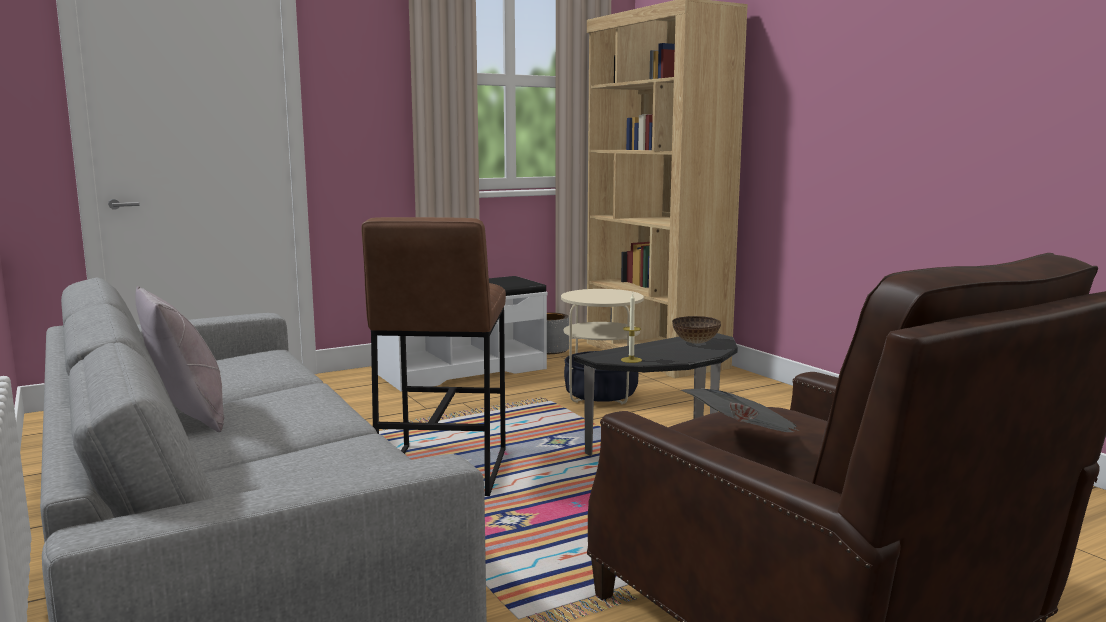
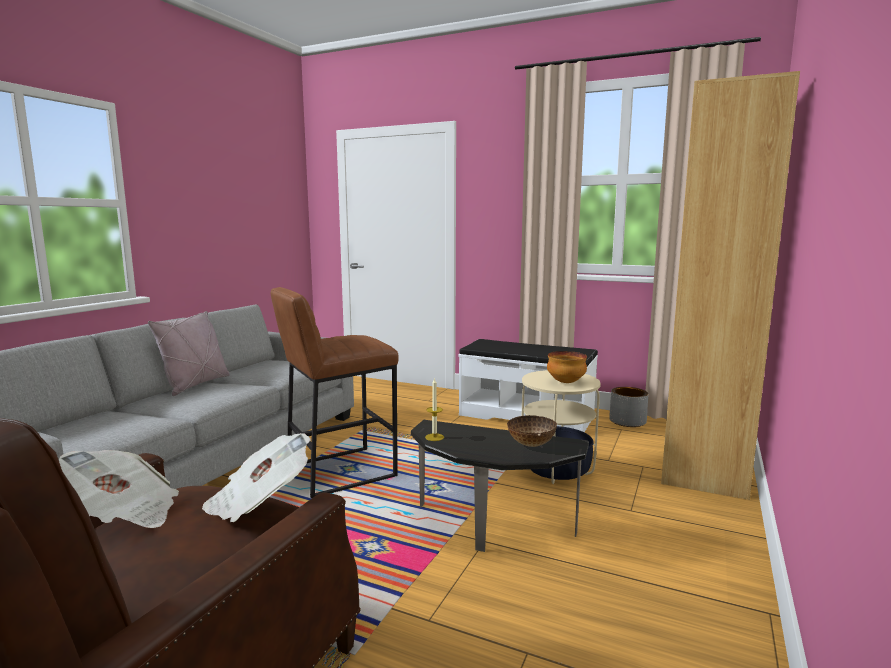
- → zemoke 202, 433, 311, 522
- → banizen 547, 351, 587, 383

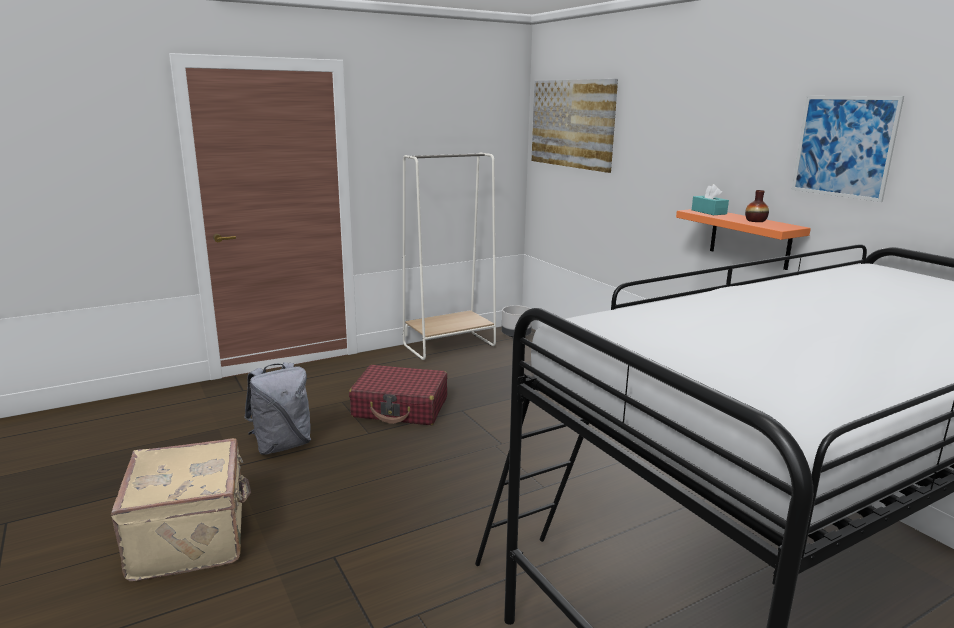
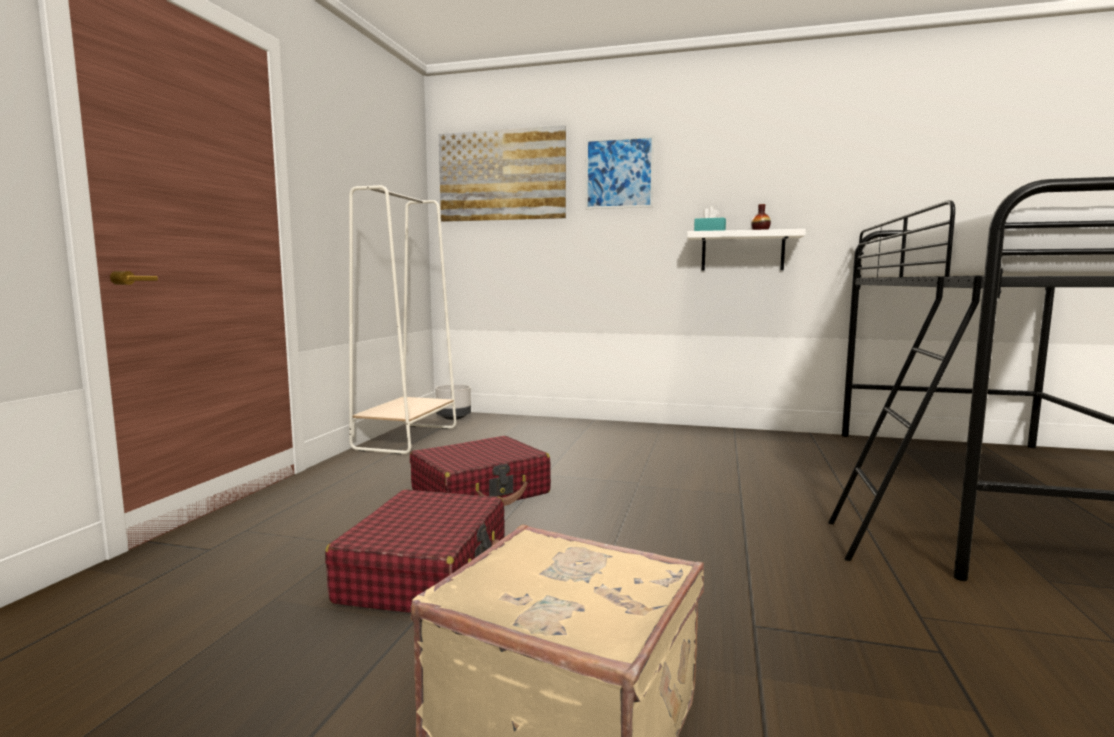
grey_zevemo 244, 362, 311, 455 → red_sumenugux 325, 489, 505, 613
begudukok 792, 96, 904, 202 → begudukok 585, 135, 654, 209, relocated
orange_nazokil 676, 209, 811, 270 → white_nazokil 687, 229, 806, 270

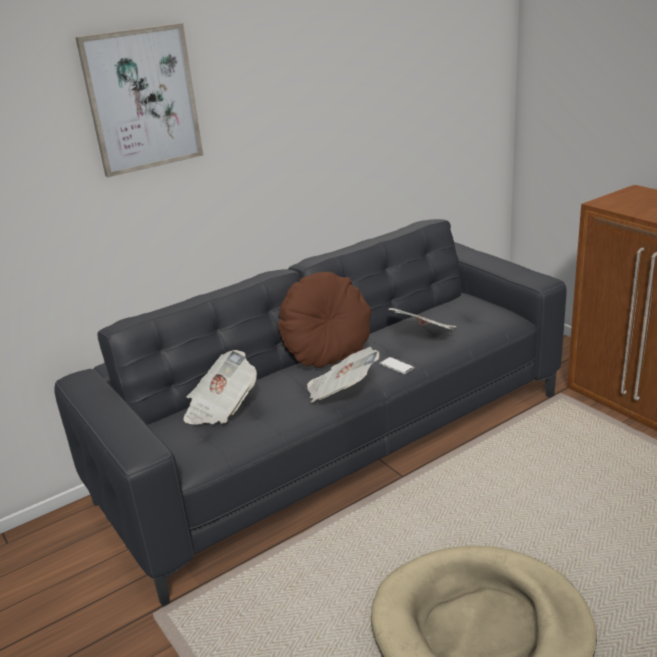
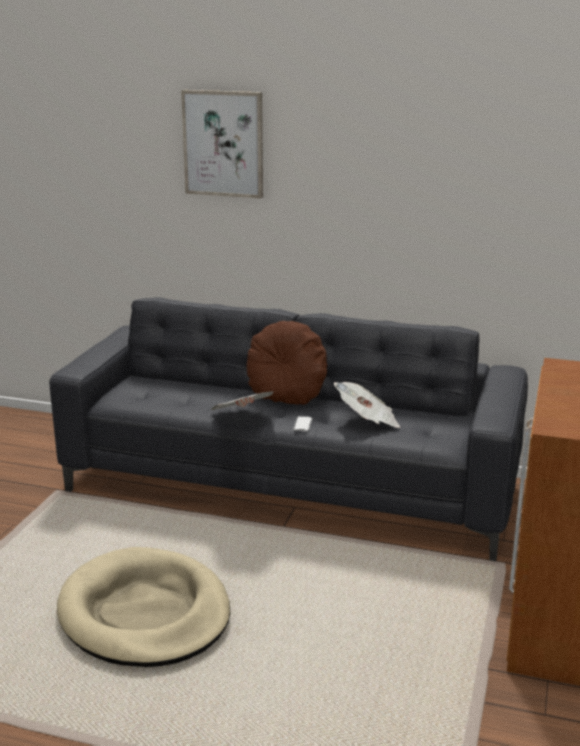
zemoke 183, 350, 257, 425 → -

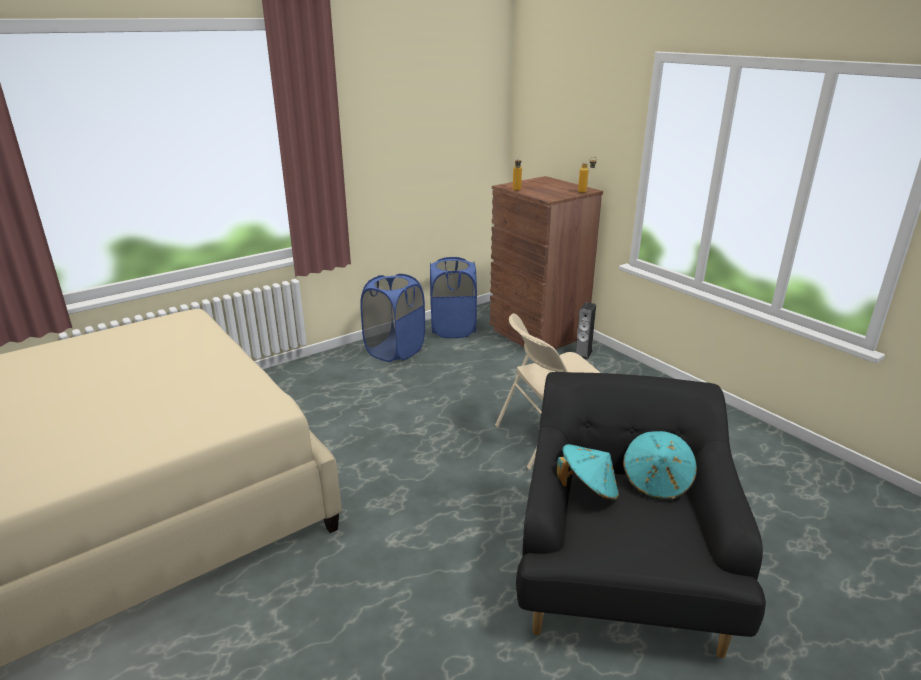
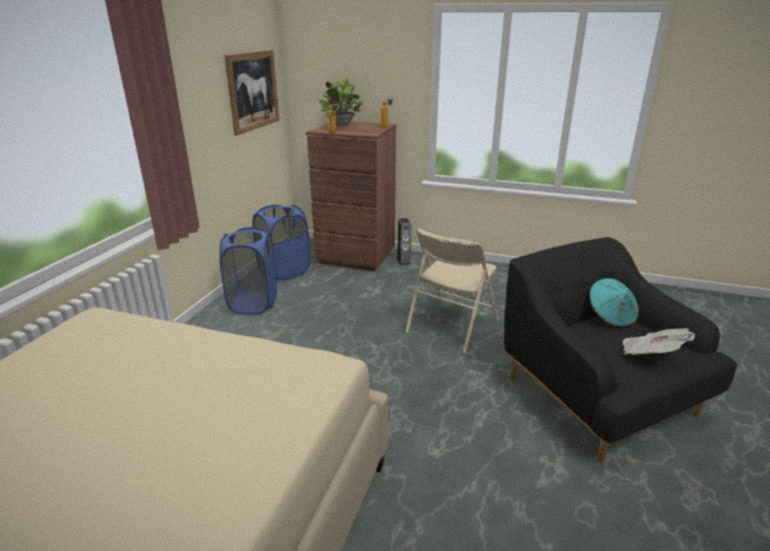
- → begudukok 224, 50, 279, 136
- → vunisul 319, 78, 362, 126
- → zemoke 623, 328, 695, 355
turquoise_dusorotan 556, 444, 619, 501 → -

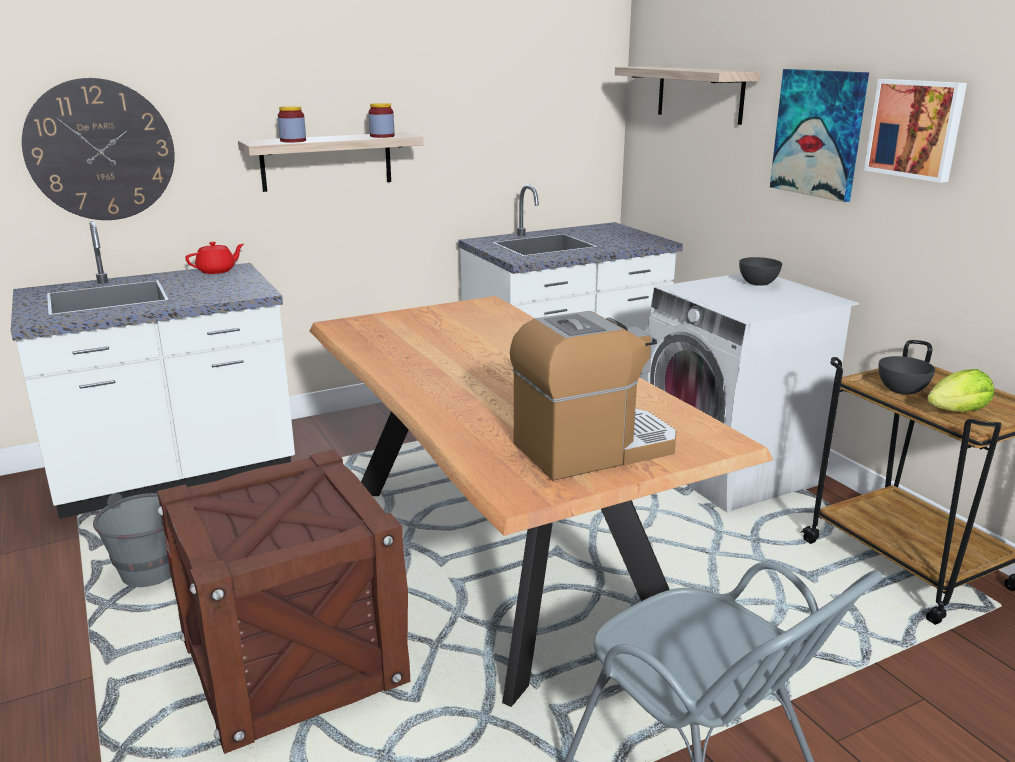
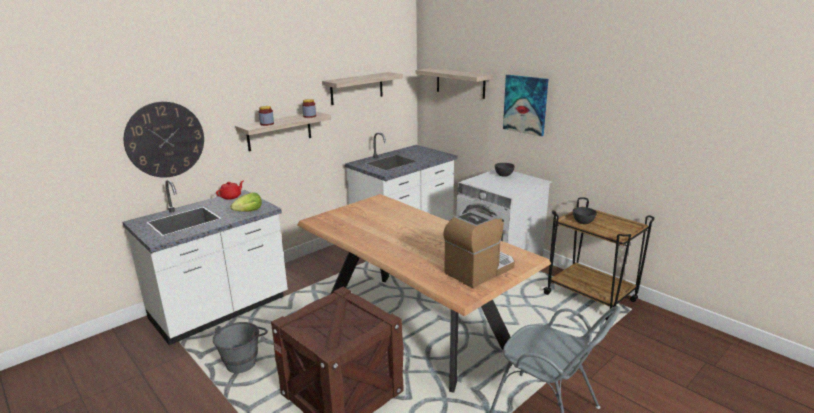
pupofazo 927, 369, 994, 412 → pupofazo 230, 192, 262, 212, relocated
- → nazokil 322, 72, 403, 105
begudukok 864, 79, 967, 183 → -

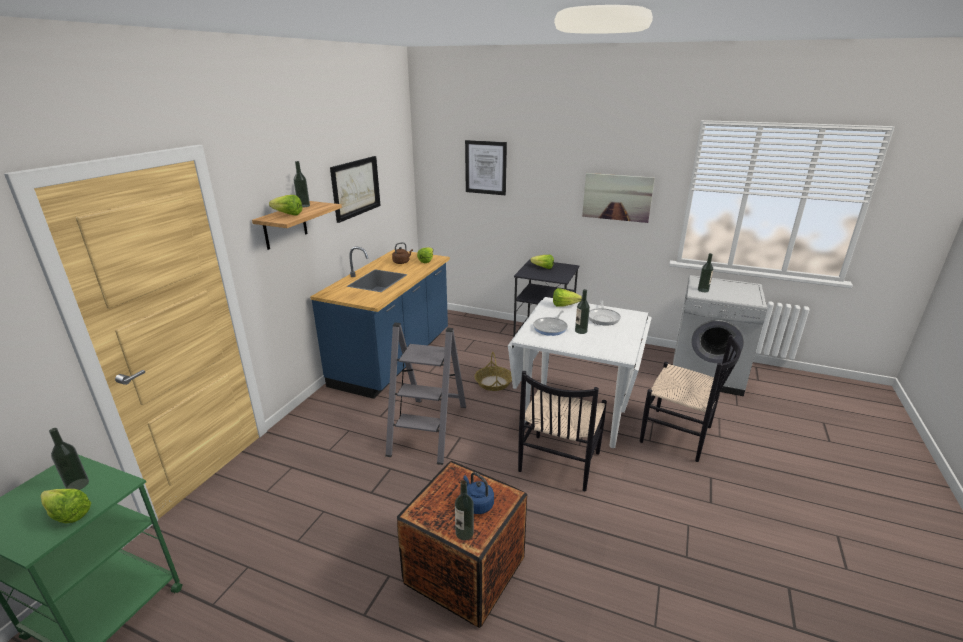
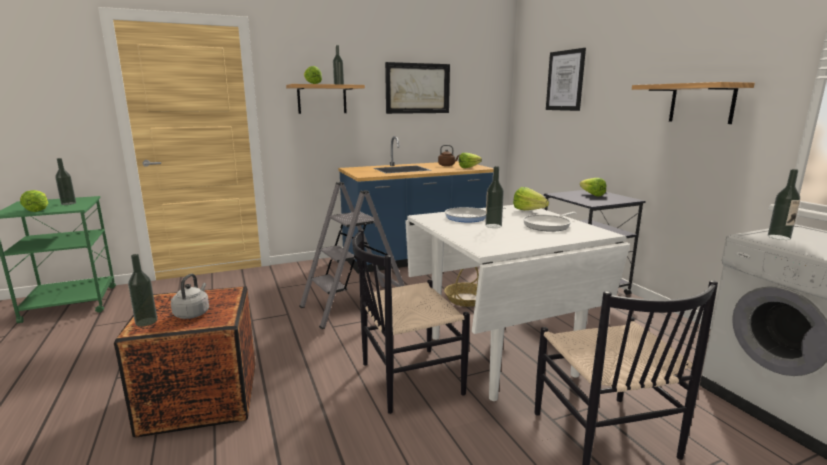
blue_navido 463, 472, 494, 514 → grey_navido 171, 273, 209, 319
begudukok 582, 173, 655, 223 → nazokil 632, 82, 755, 124

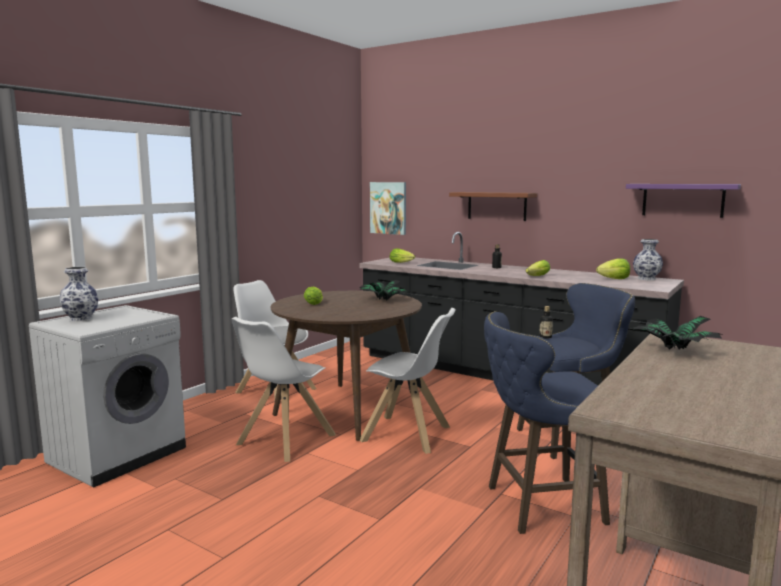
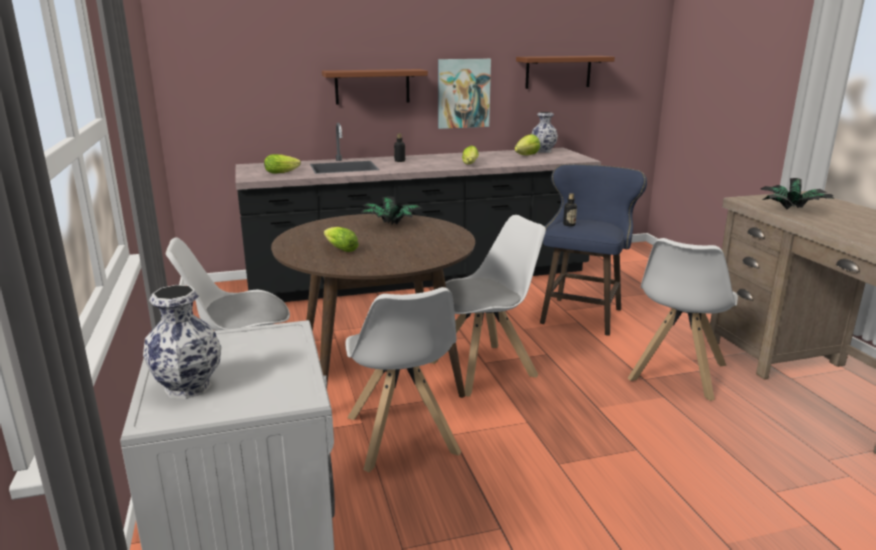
begudukok 370, 182, 406, 235 → begudukok 438, 59, 491, 129, relocated
purple_nazokil 626, 184, 741, 218 → brown_nazokil 516, 56, 615, 89
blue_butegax 484, 311, 610, 534 → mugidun 628, 238, 738, 401

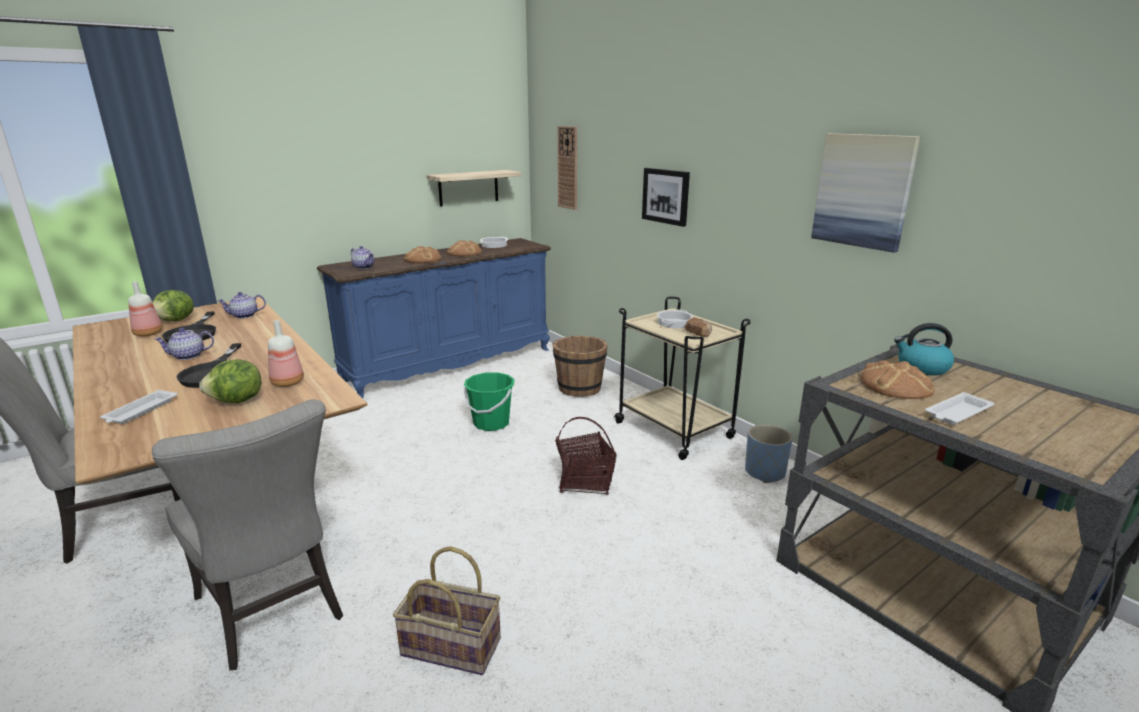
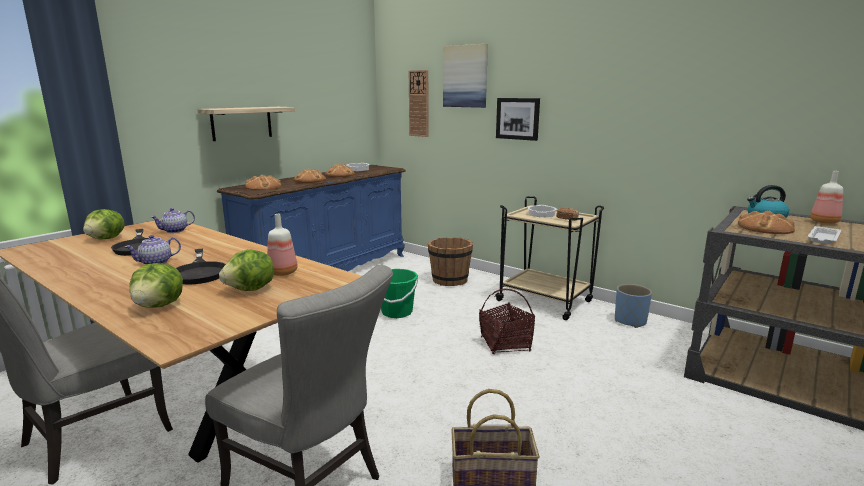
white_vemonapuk 100, 390, 178, 424 → pupofazo 130, 263, 183, 308
nazokil 427, 170, 521, 206 → nazokil 197, 107, 295, 141, relocated
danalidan 351, 246, 374, 269 → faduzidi 245, 175, 282, 190
begudukok 811, 133, 921, 253 → begudukok 443, 44, 488, 108, relocated
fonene 128, 281, 162, 337 → fonene 810, 171, 843, 224, relocated

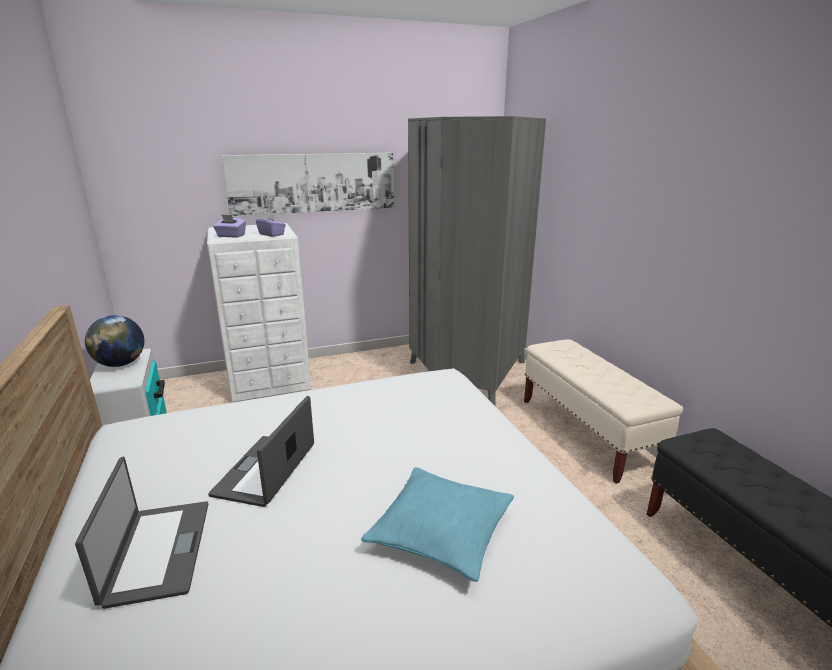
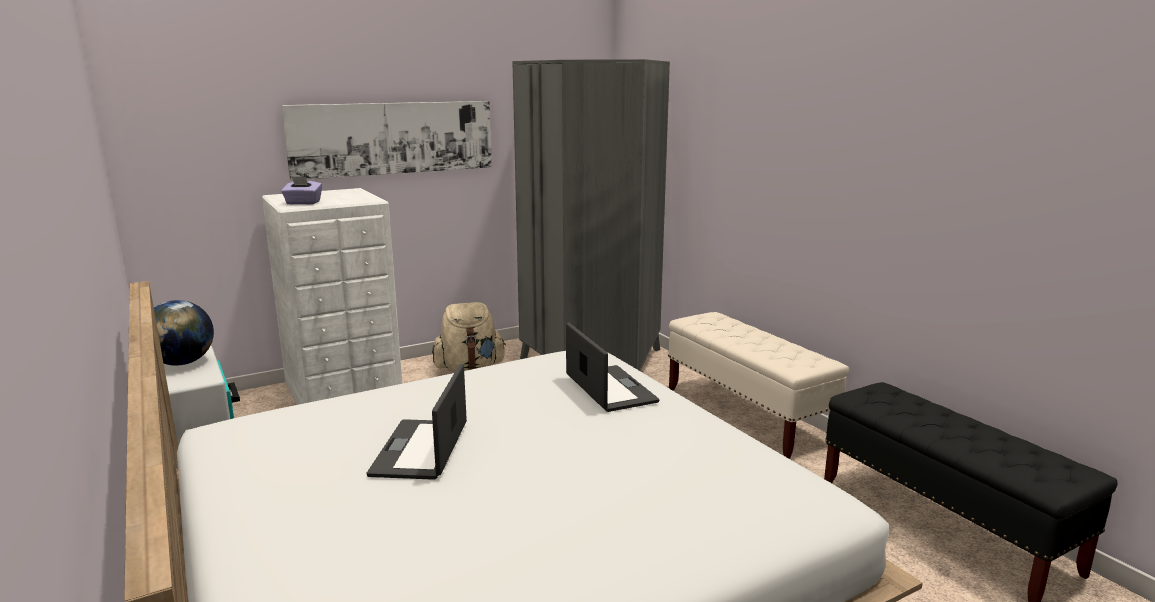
- → beige_zevemo 432, 302, 506, 372
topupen 75, 457, 208, 609 → topupen 566, 323, 659, 412, relocated
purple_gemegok 256, 212, 286, 237 → -
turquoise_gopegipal 361, 467, 514, 582 → -

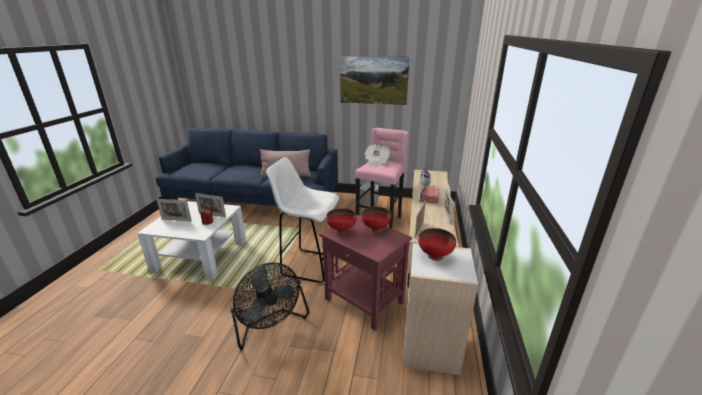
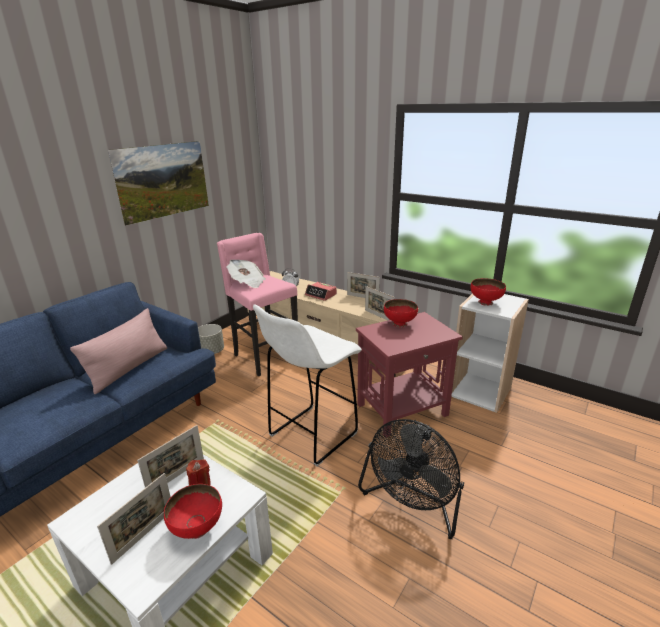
red_banizen 326, 208, 357, 234 → red_banizen 164, 484, 222, 539, relocated
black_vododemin 230, 263, 309, 350 → black_vododemin 358, 419, 464, 539, 135 degrees clockwise

